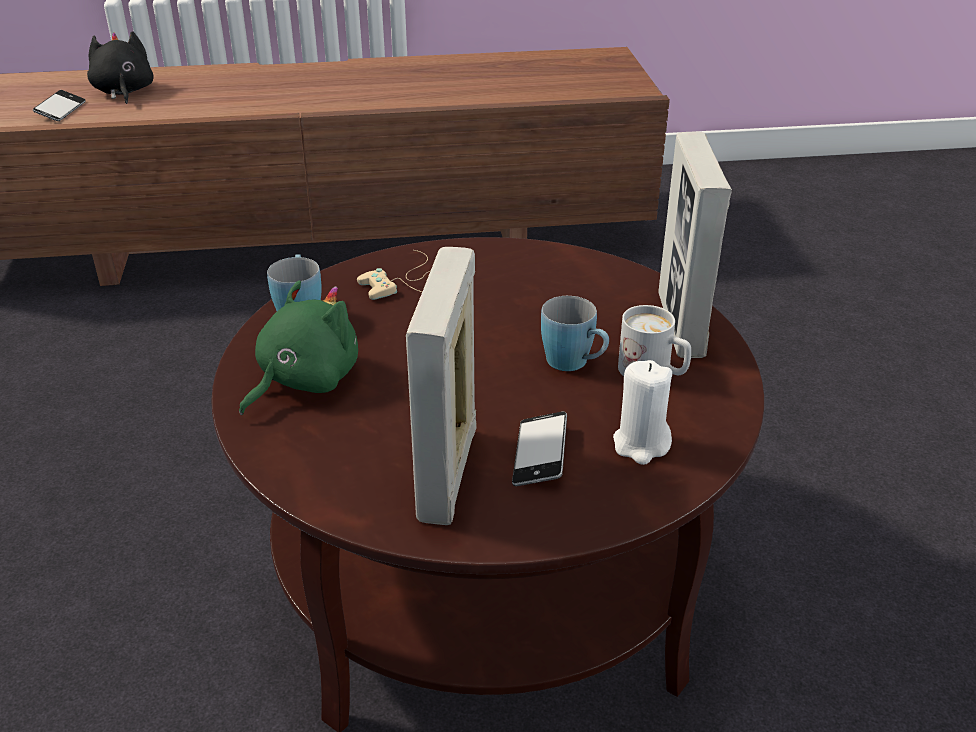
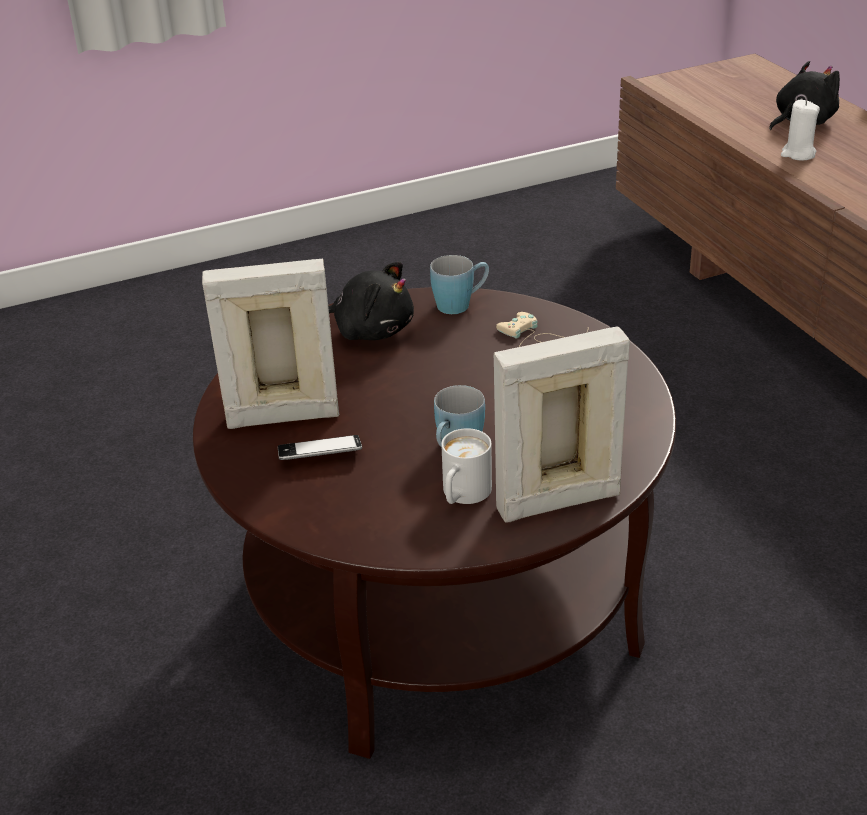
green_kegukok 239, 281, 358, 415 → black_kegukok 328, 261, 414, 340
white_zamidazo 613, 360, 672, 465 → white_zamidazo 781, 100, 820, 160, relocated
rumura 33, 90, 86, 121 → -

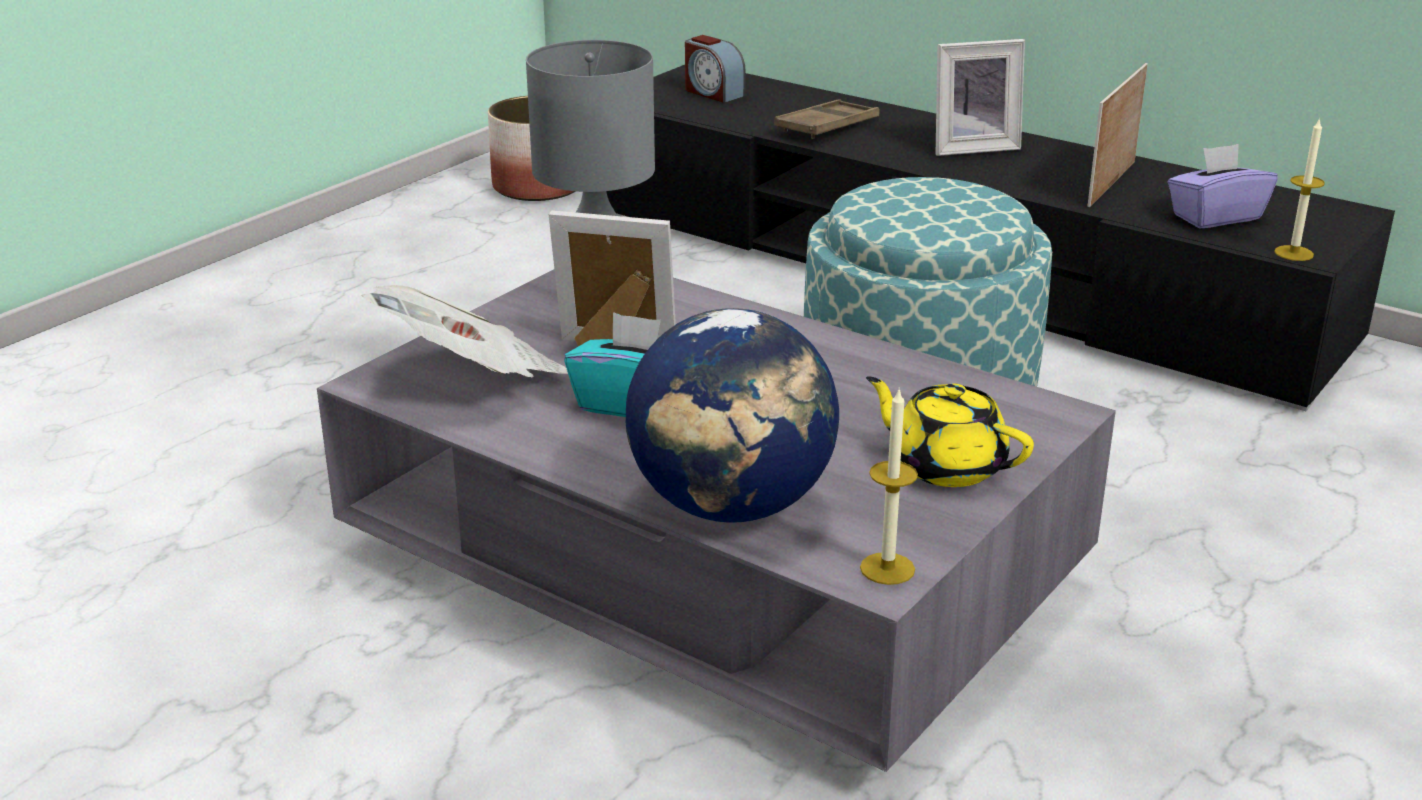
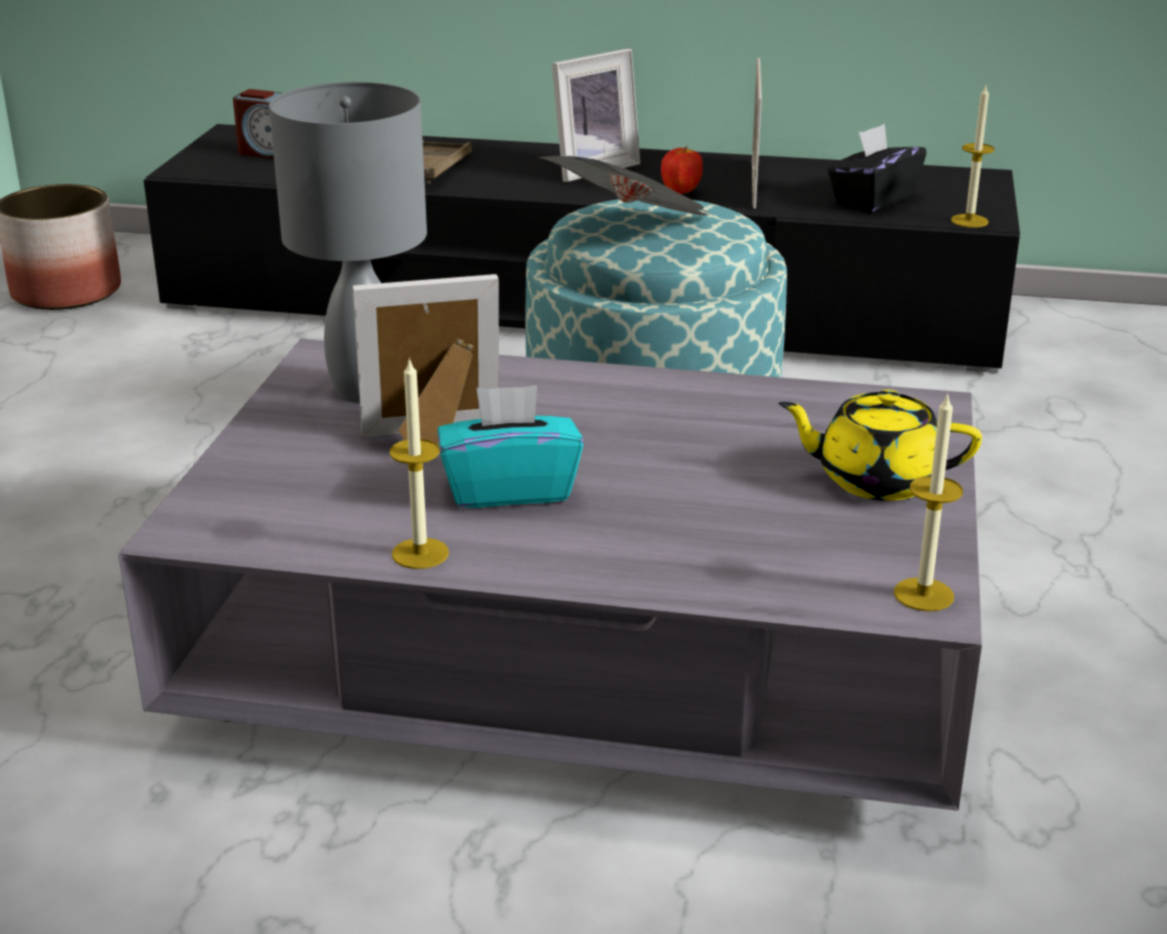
- → zamidazo 390, 357, 449, 569
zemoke 361, 285, 568, 377 → zemoke 538, 156, 712, 215, relocated
- → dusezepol 661, 146, 703, 194
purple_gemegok 1167, 144, 1278, 229 → black_gemegok 828, 124, 926, 212
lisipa 626, 308, 839, 523 → -

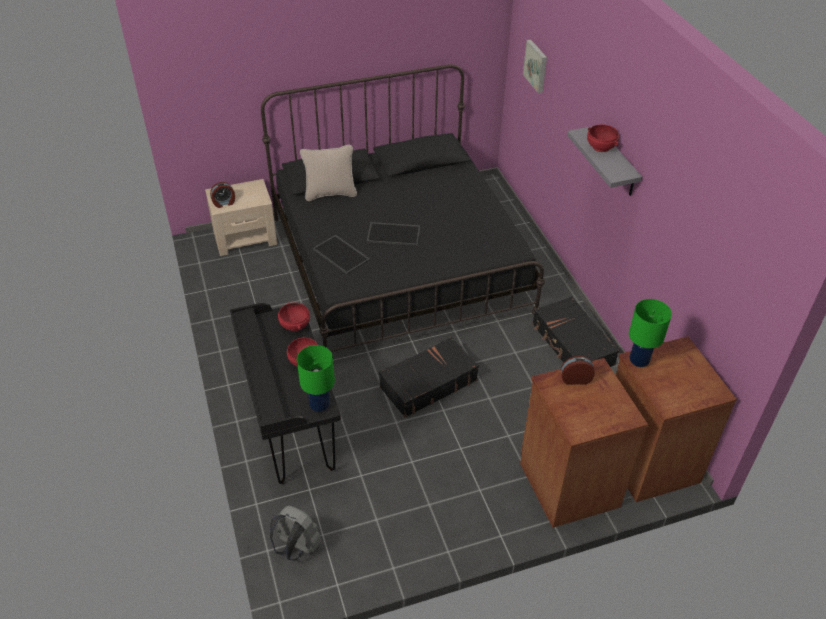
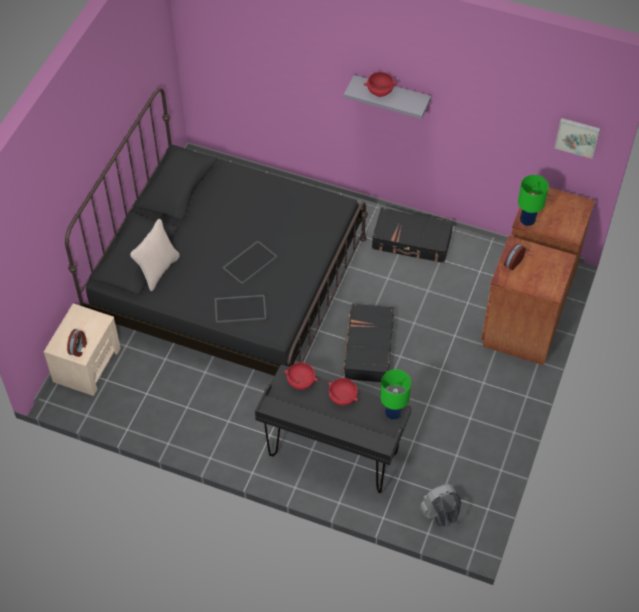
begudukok 523, 39, 547, 93 → begudukok 554, 118, 600, 159, relocated

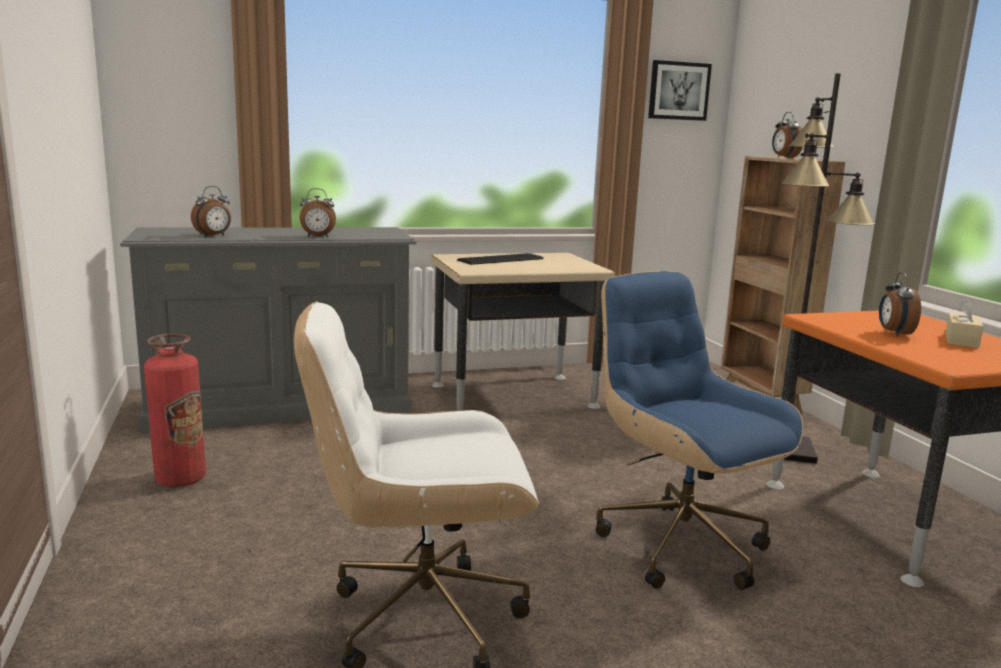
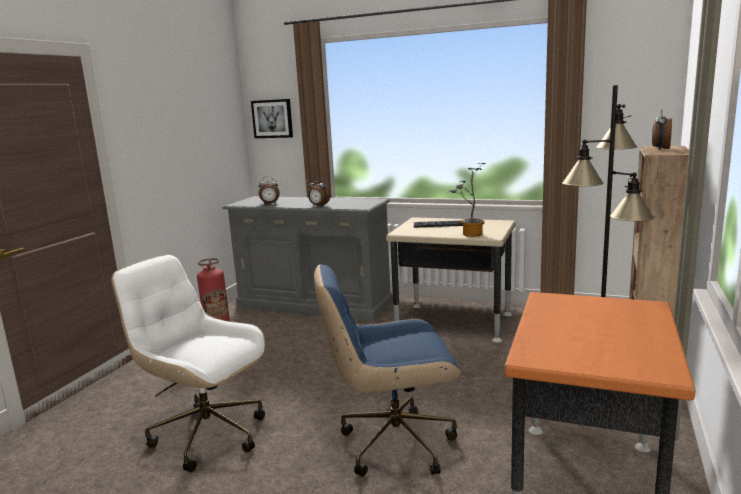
begudukok 648, 60, 712, 121 → begudukok 251, 99, 293, 138, relocated
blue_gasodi 596, 271, 803, 590 → blue_gasodi 314, 264, 461, 477, 105 degrees counterclockwise
- → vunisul 449, 163, 486, 237
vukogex 879, 272, 921, 336 → -
beige_gemegok 945, 298, 984, 348 → -

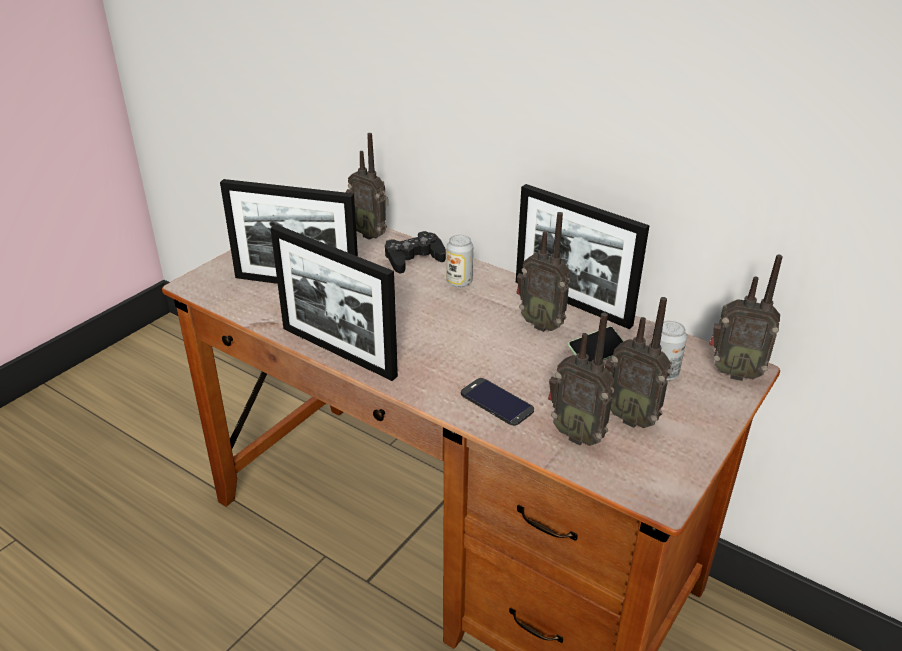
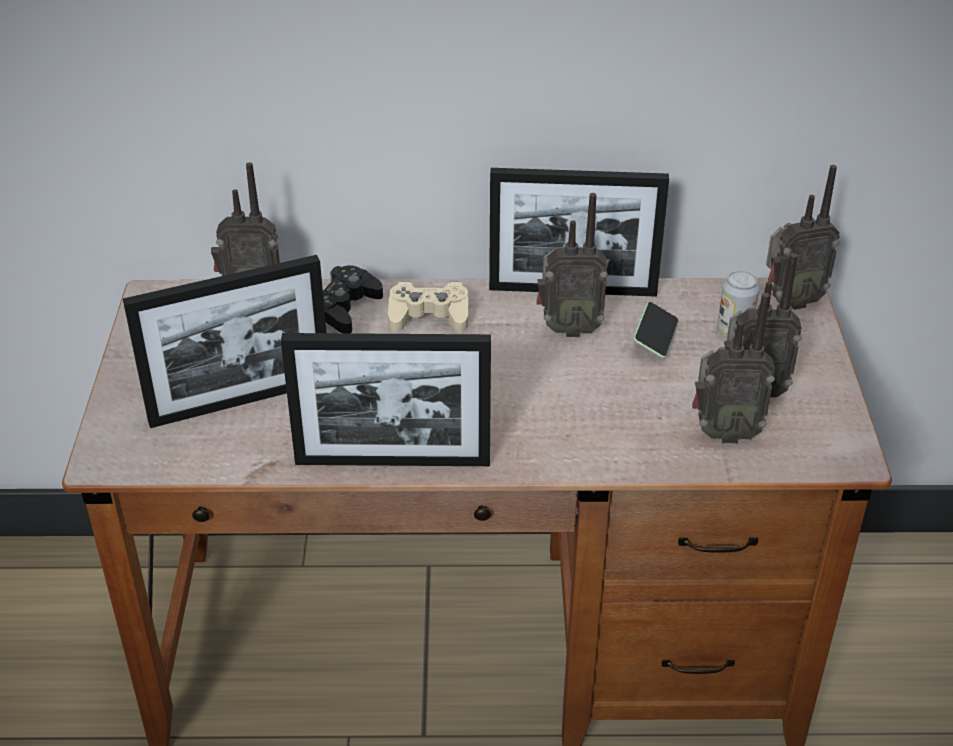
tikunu 446, 235, 473, 287 → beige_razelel 388, 281, 468, 333
rumura 461, 378, 534, 426 → -

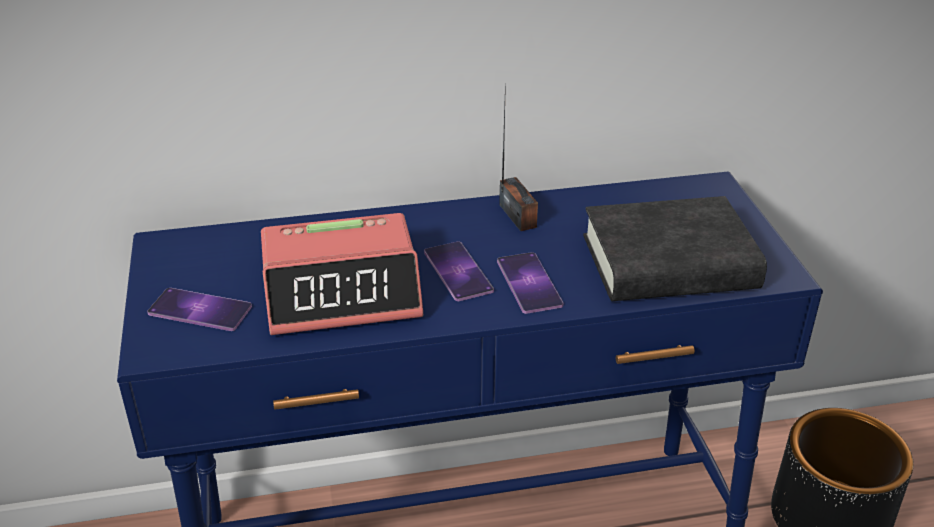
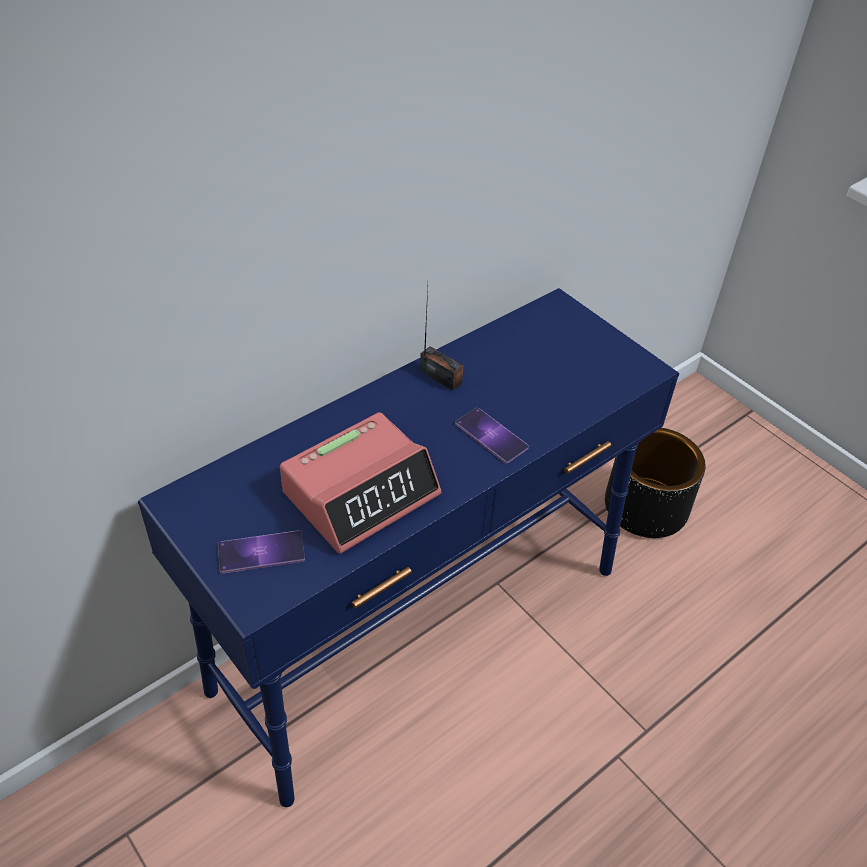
rumura 424, 241, 494, 301 → -
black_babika 583, 196, 767, 301 → -

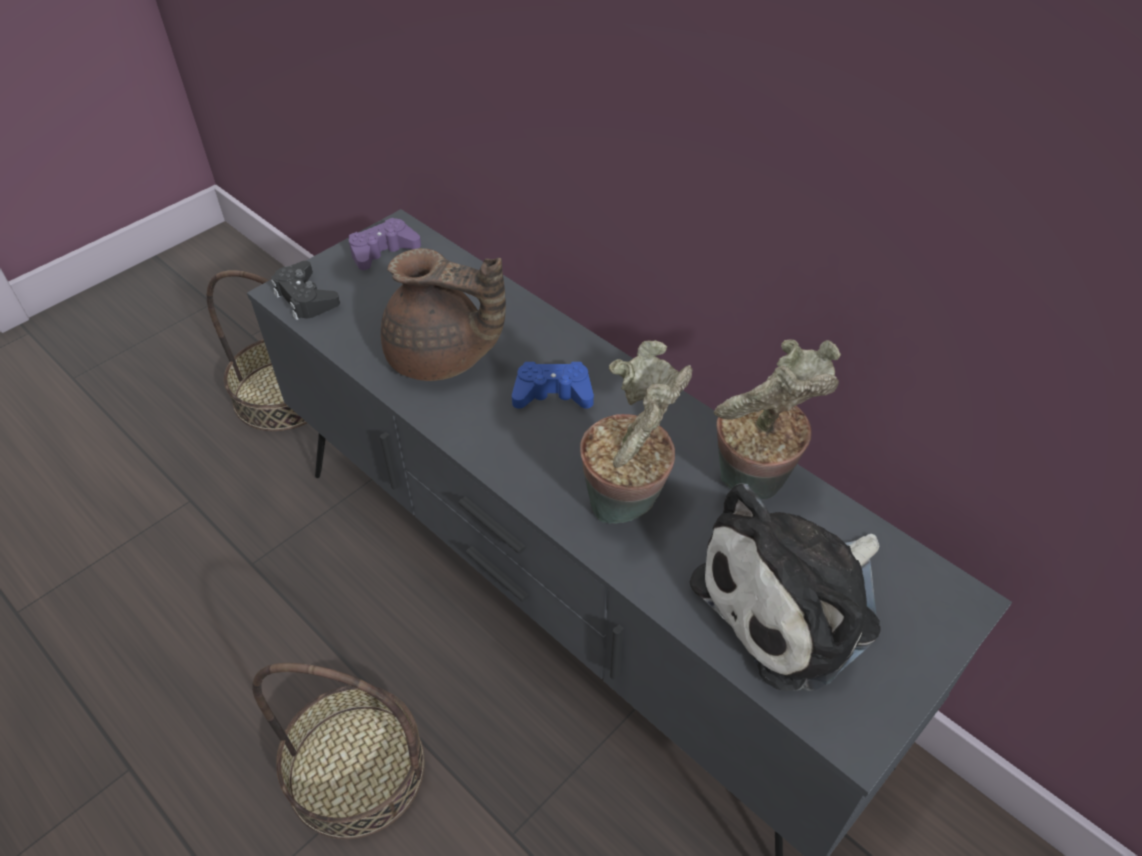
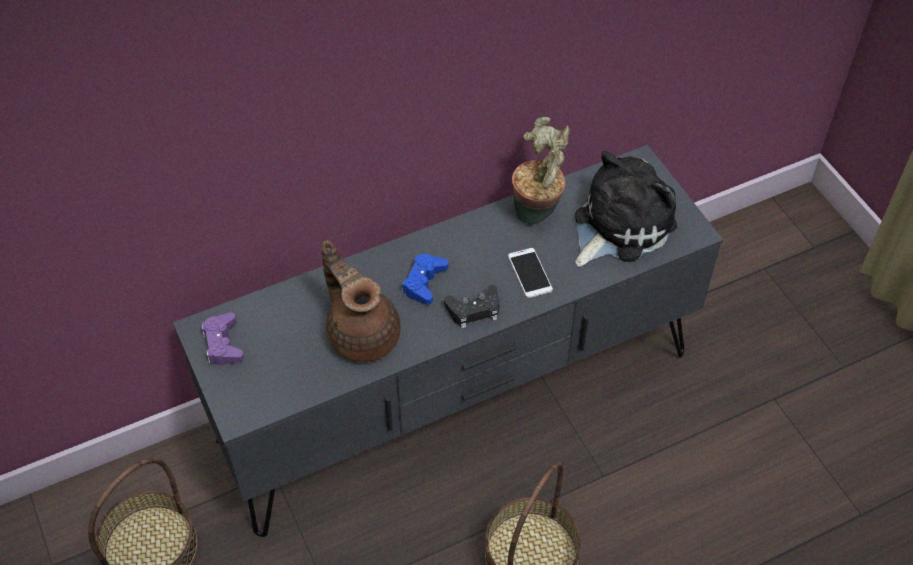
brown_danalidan 381, 248, 506, 381 → brown_danalidan 322, 240, 401, 362, 75 degrees counterclockwise
black_razelel 271, 261, 340, 320 → black_razelel 444, 285, 500, 328, relocated
vunisul 580, 340, 692, 524 → rumura 508, 248, 553, 298
kegukok 690, 483, 881, 691 → kegukok 575, 151, 677, 267, 120 degrees counterclockwise

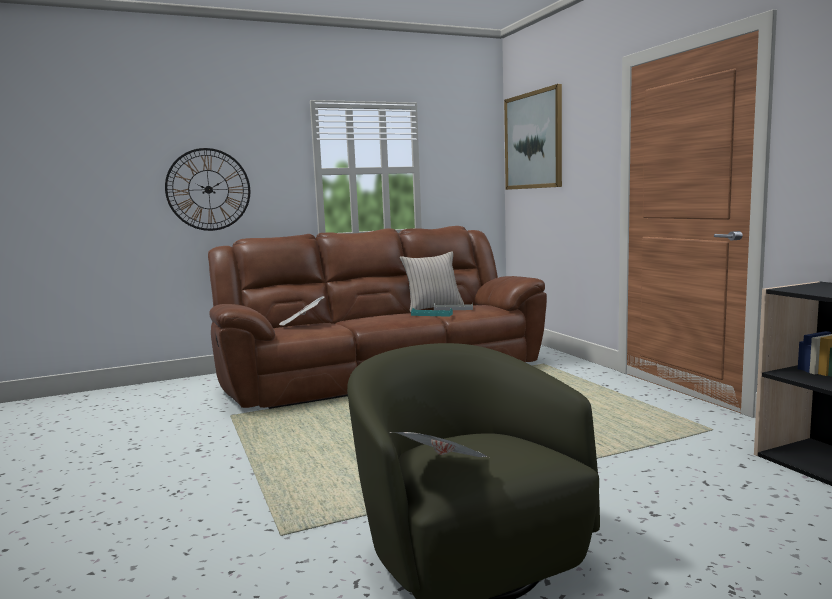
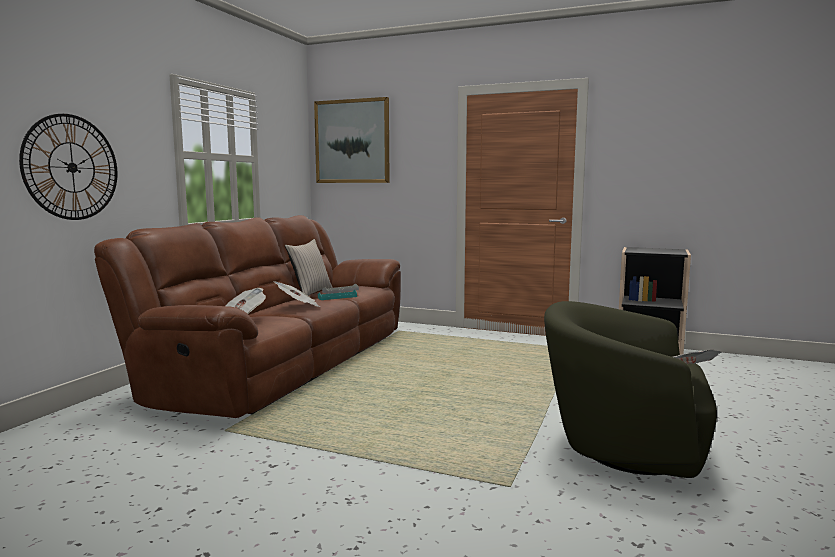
- → zemoke 273, 281, 320, 307

